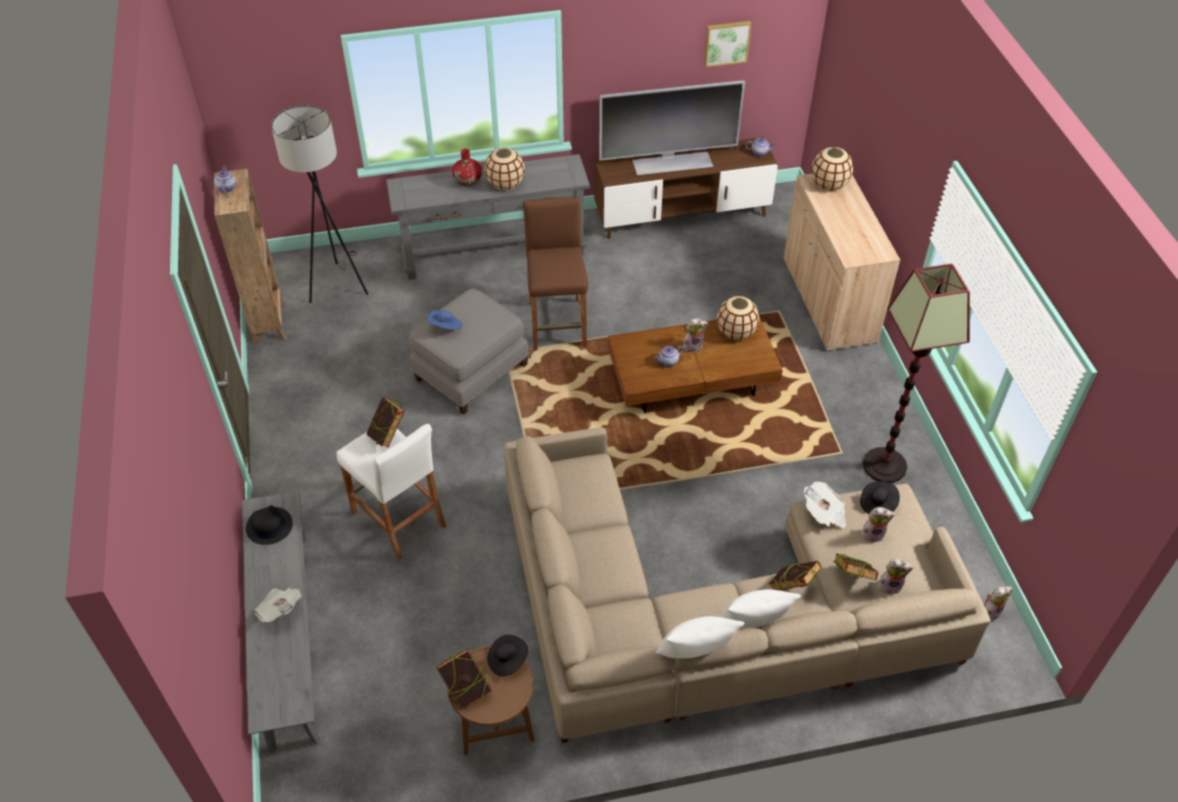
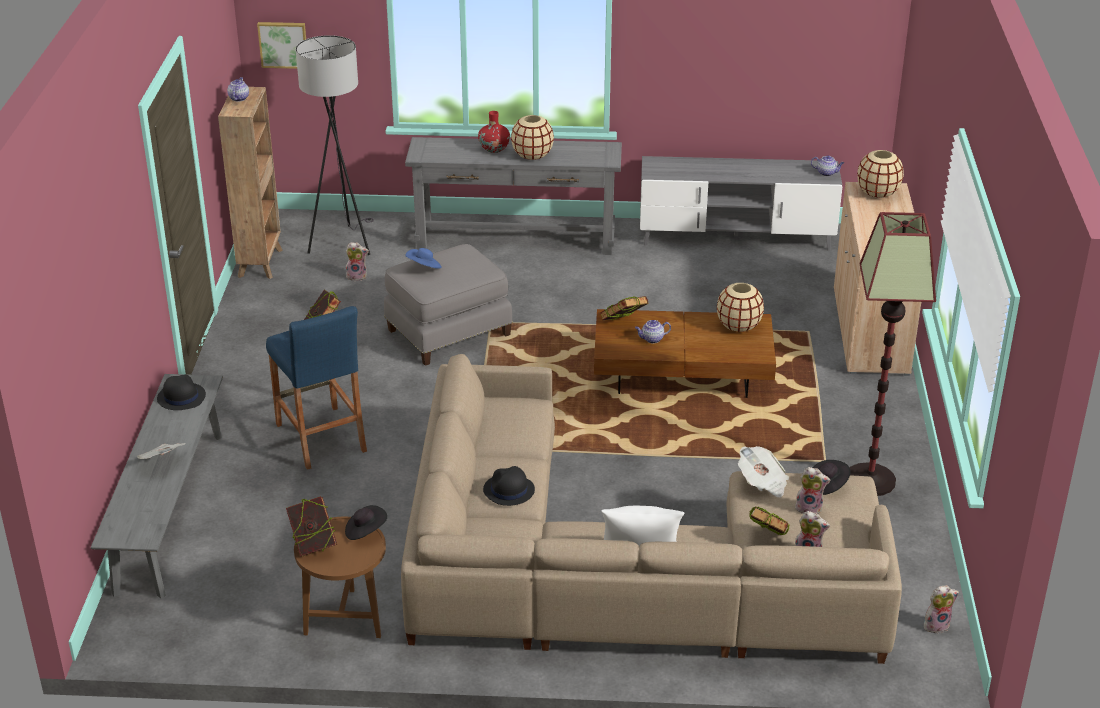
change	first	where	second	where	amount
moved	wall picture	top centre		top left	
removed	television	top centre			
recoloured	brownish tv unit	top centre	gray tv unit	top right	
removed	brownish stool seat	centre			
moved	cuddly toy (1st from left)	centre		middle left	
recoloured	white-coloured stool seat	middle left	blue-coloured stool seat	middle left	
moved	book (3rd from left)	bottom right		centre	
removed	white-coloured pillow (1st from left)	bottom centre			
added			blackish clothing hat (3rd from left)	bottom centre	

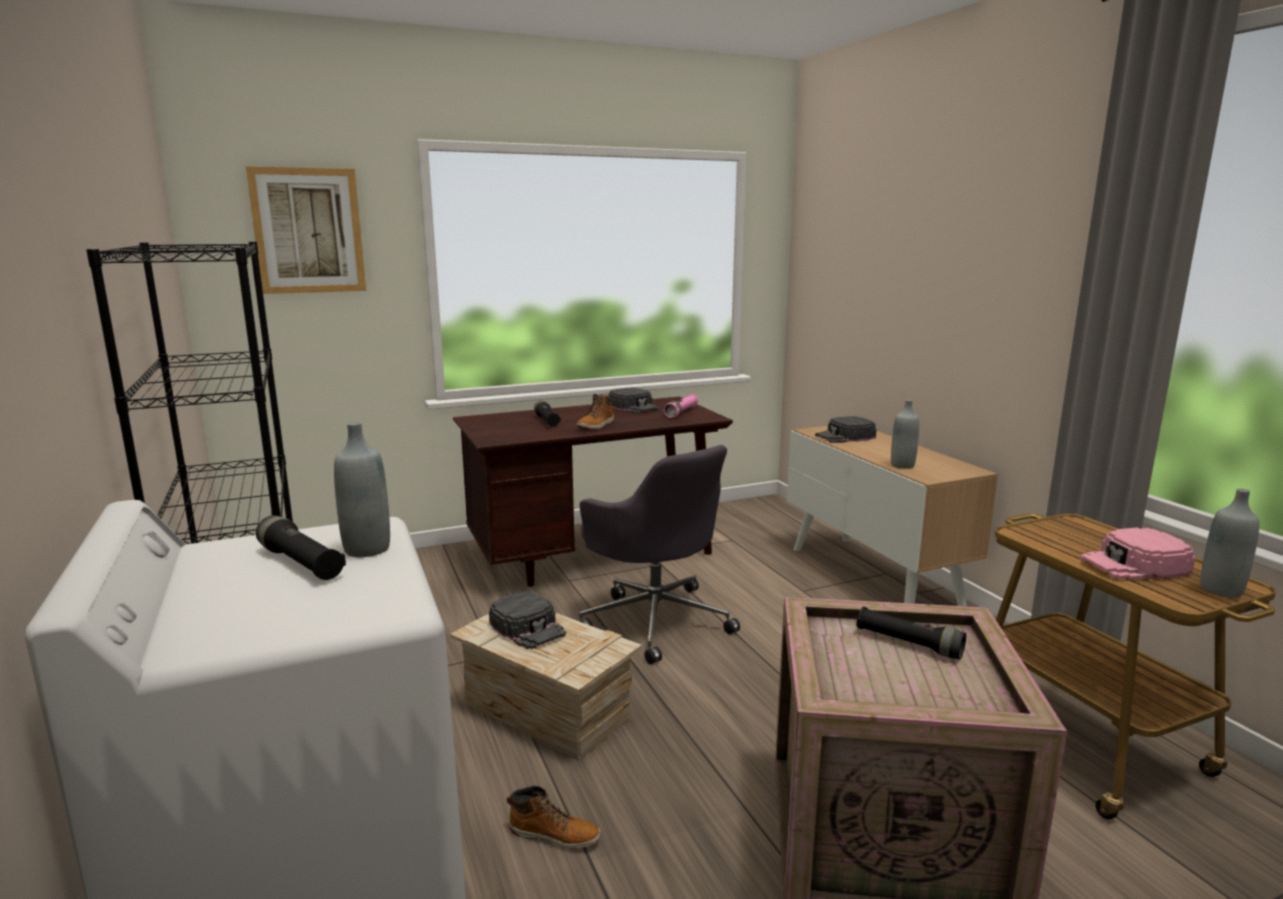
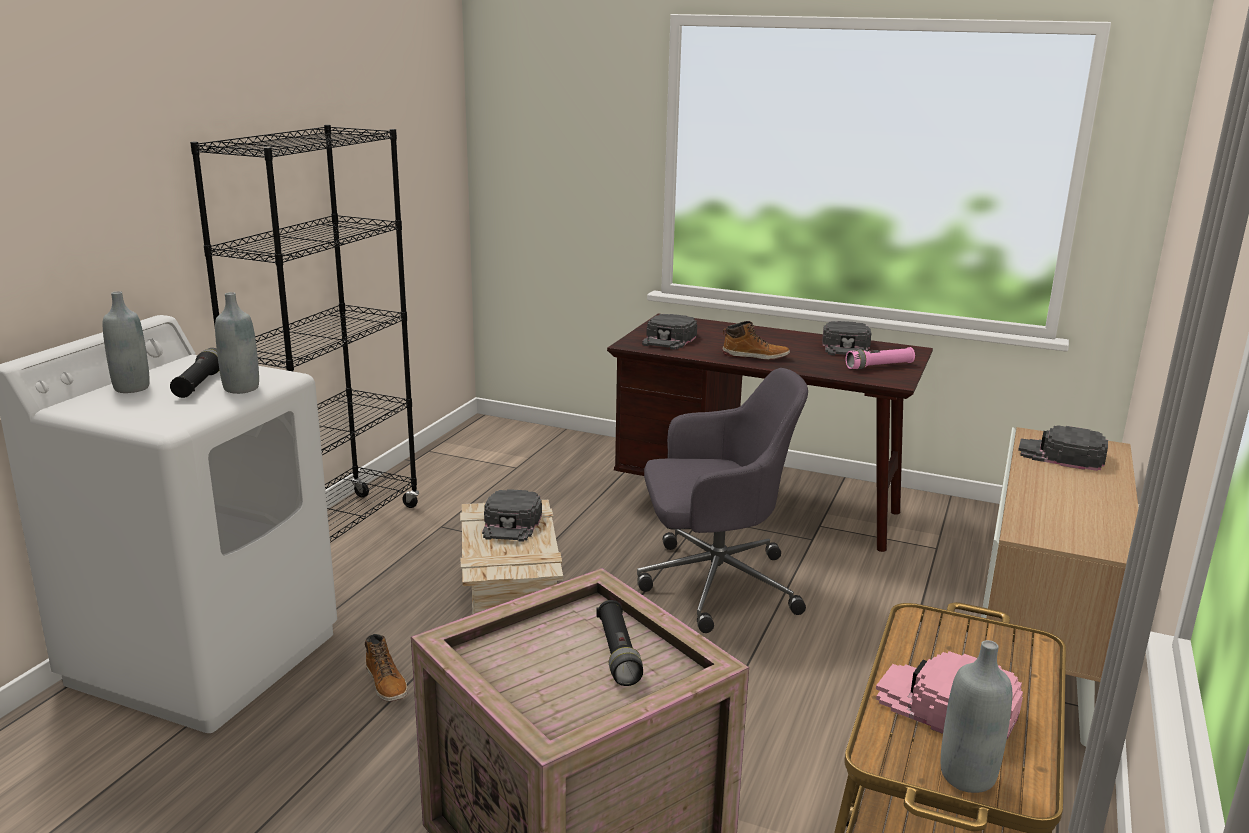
change	first	where	second	where	amount
removed	wall picture	top left			
turned	tall boot (2nd from left)	centre		centre	150 degrees counterclockwise
moved	gray drink bottle (2nd from left in the first image)	middle right	gray drink bottle (1st from left)	middle left	
removed	blackish torch (2nd from left)	centre			
turned	gray office chair	centre		centre	105 degrees counterclockwise
added			blackish baseball cap (2nd from left)	centre	

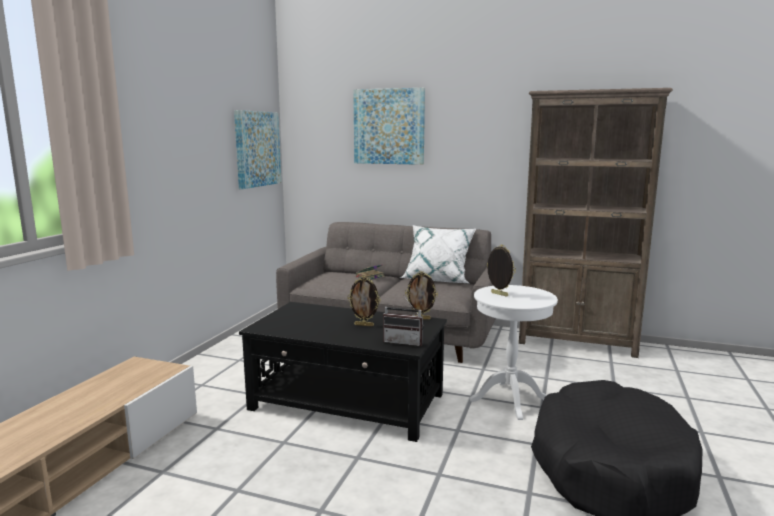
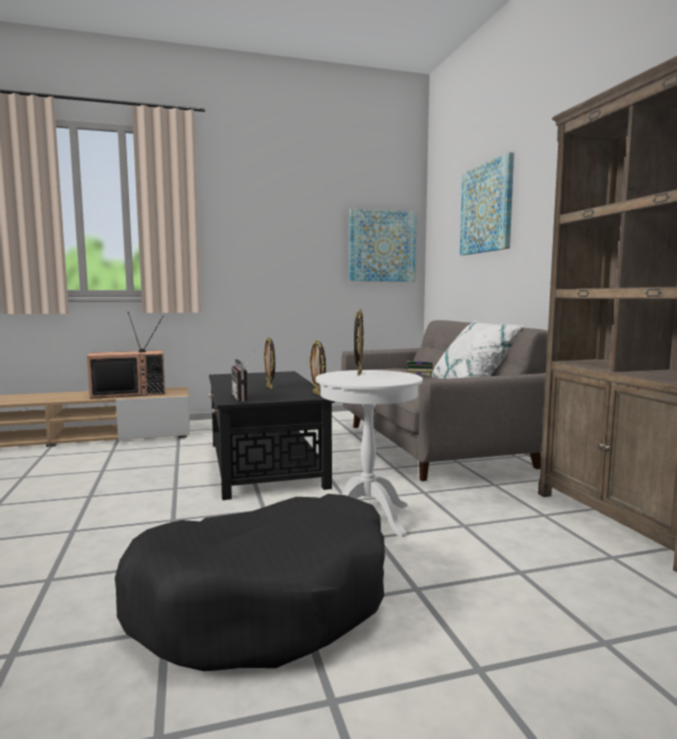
change	first	where	second	where	amount
added			television	middle left	

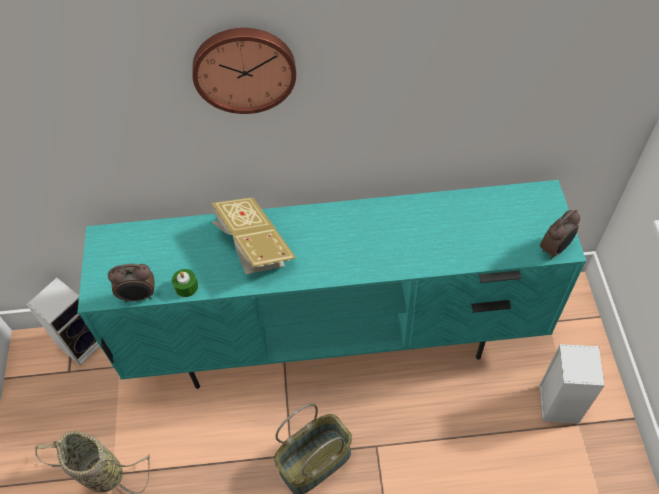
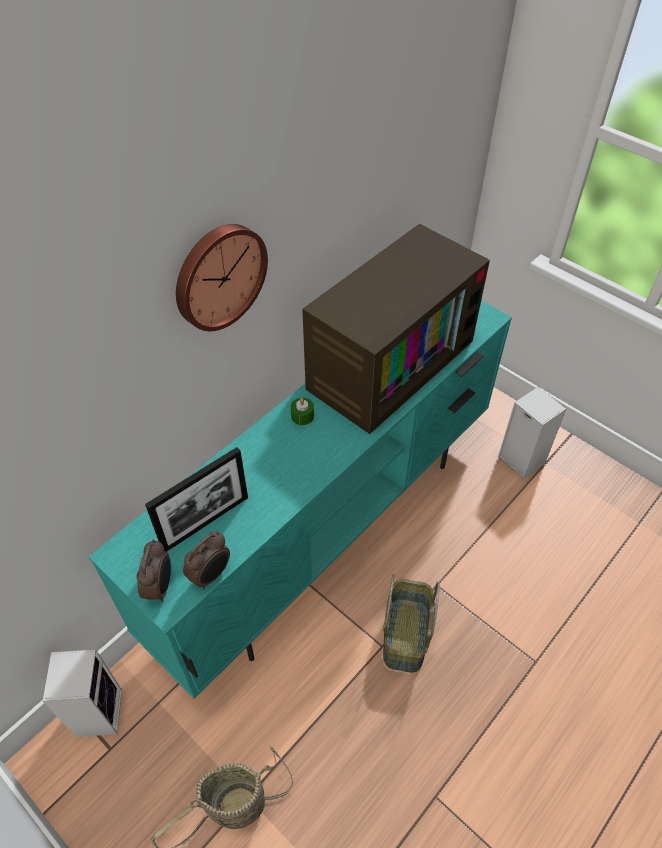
change	first	where	second	where	amount
removed	book	centre			
moved	table clock (2nd from left in the first image)	middle right	table clock (1st from left)	bottom left	
moved	green wax light	middle left		centre	
added			television	centre	
added			standing frame	middle left	

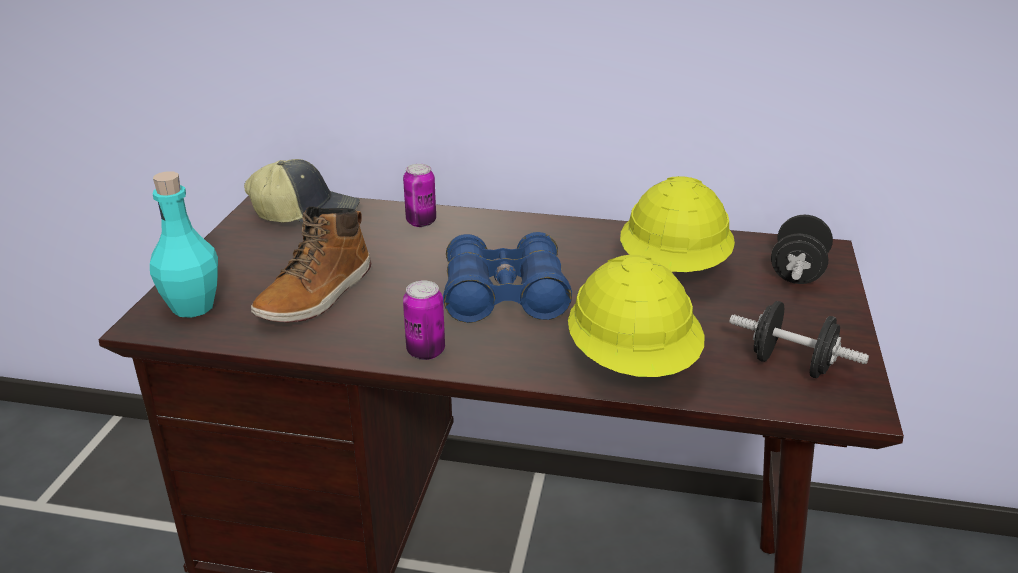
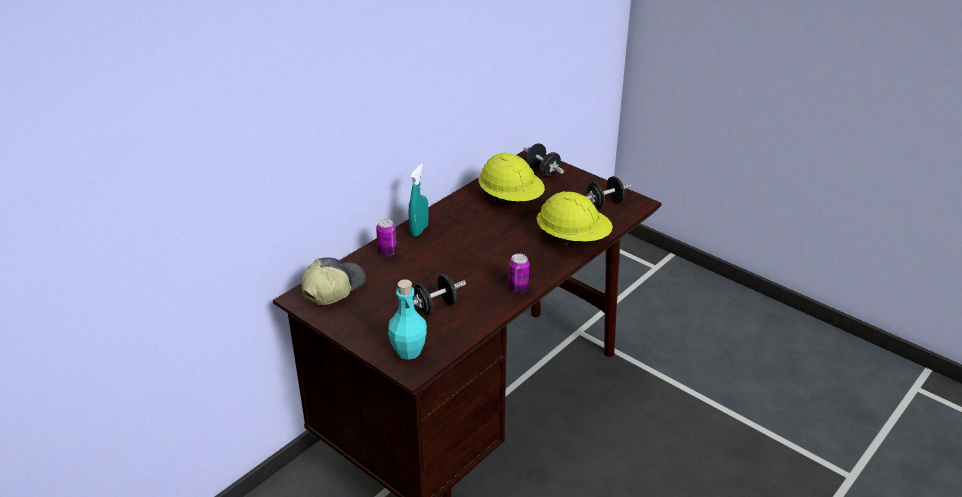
change	first	where	second	where	amount
replaced	tall boot	middle left	blackish dumbbell (1st from left)	centre	
removed	blue-coloured field glasses	centre			
added			turquoise sprayer	centre	

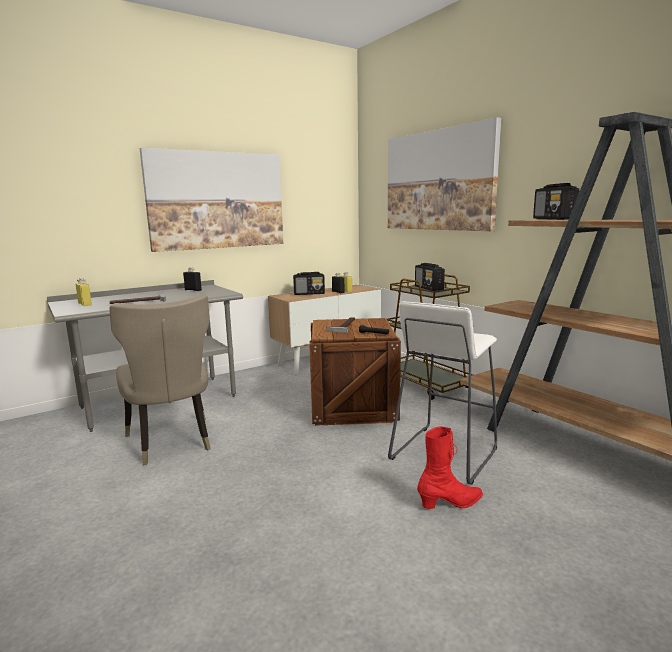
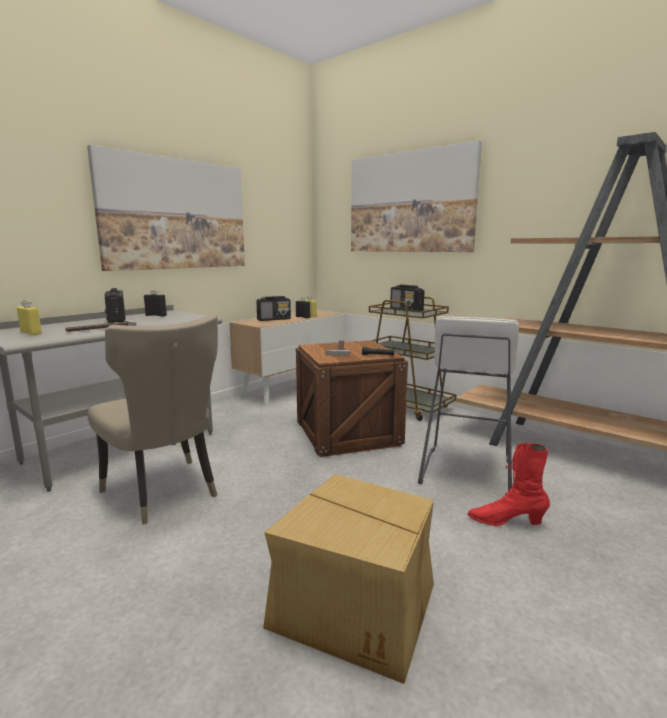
change	first	where	second	where	amount
moved	radio set (3rd from left in the first image)	top right	radio set (1st from left)	middle left	
turned	red-coloured tall boot	bottom right		bottom right	135 degrees counterclockwise
added			packing box	bottom centre	

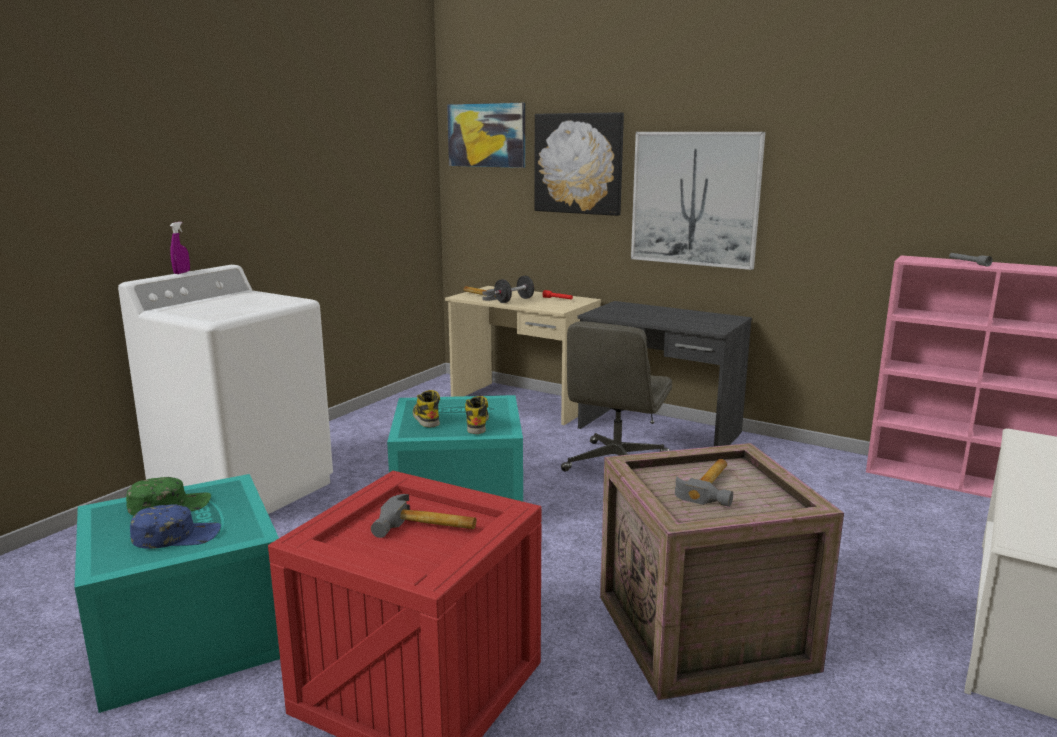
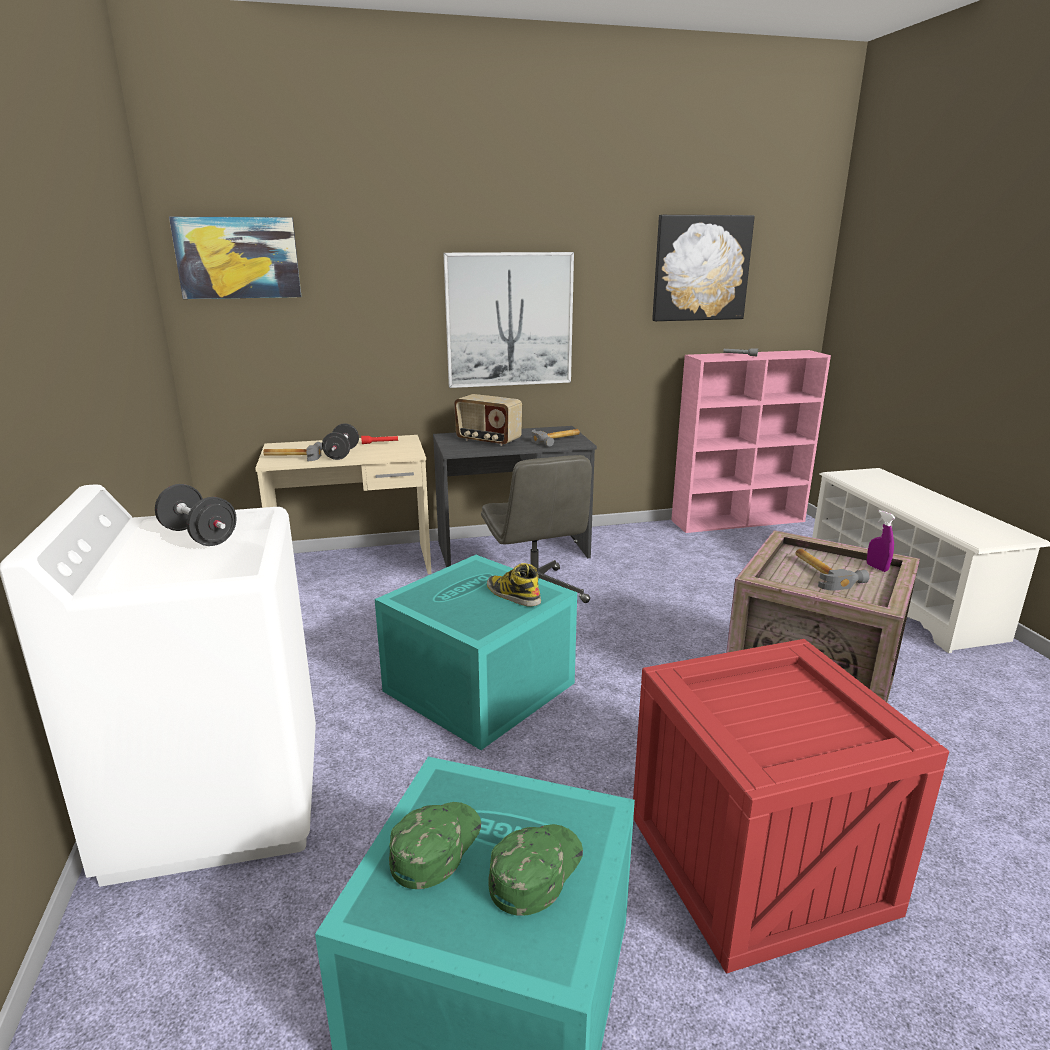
change	first	where	second	where	amount
moved	wall picture (2nd from left in the first image)	top centre	wall picture (3rd from left)	top right	
moved	purple-coloured sprayer	middle left		middle right	
removed	tall boot (1st from left)	centre			
moved	hammer (1st from left in the first image)	bottom centre	hammer (2nd from left)	centre	
recoloured	blue-coloured baseball cap	bottom left	green baseball cap (2nd from left)	bottom centre	
added			radio set	centre	
added			blackish dumbbell (1st from left)	middle left	

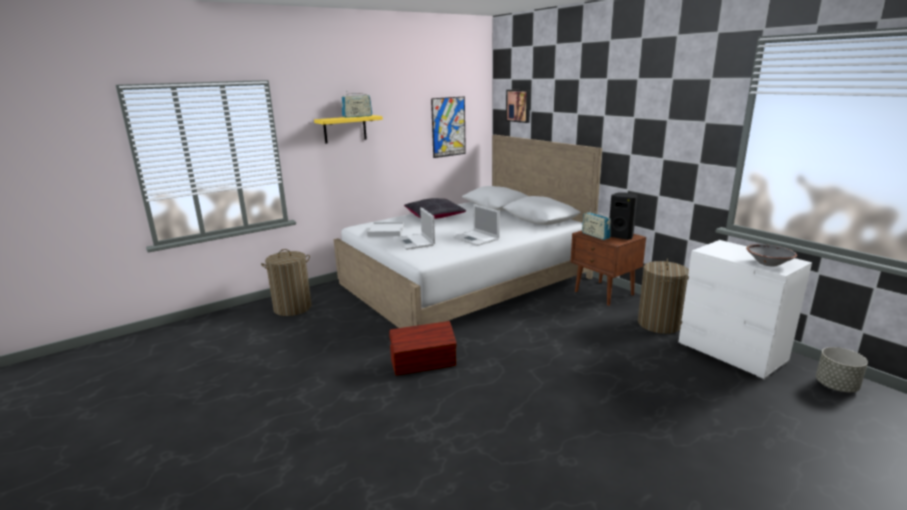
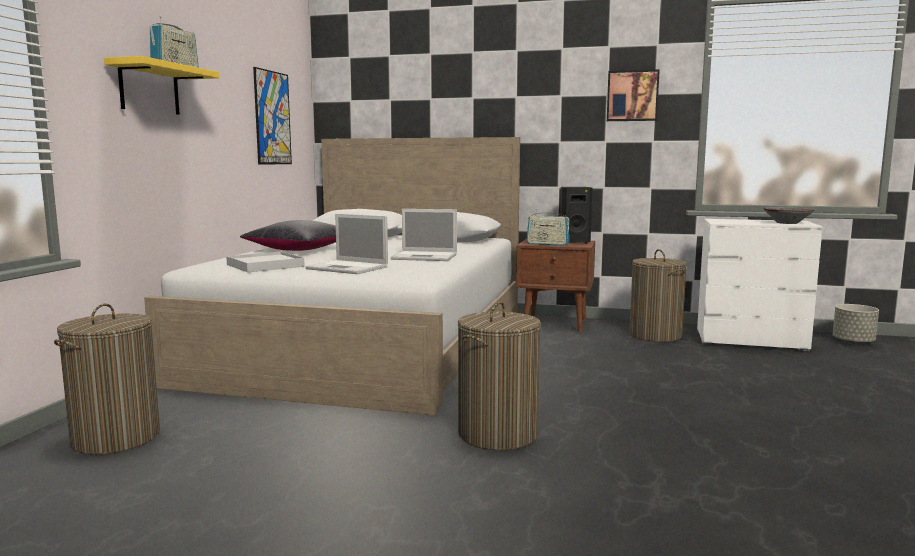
change	first	where	second	where	amount
moved	wall picture (2nd from left)	top centre		top right	
replaced	brownish storage container	bottom centre	laundry basket (2nd from left)	bottom centre	

